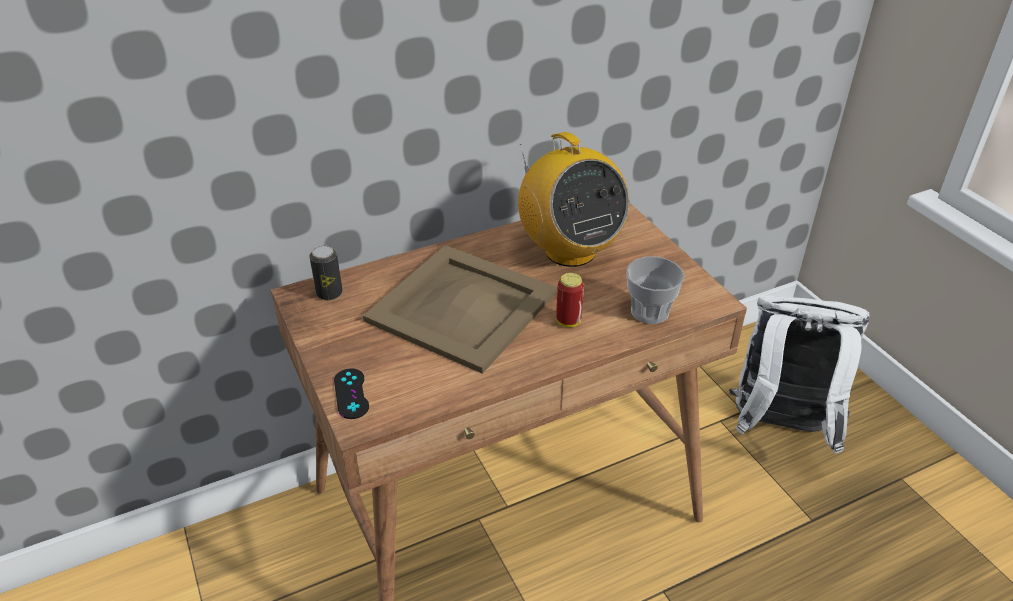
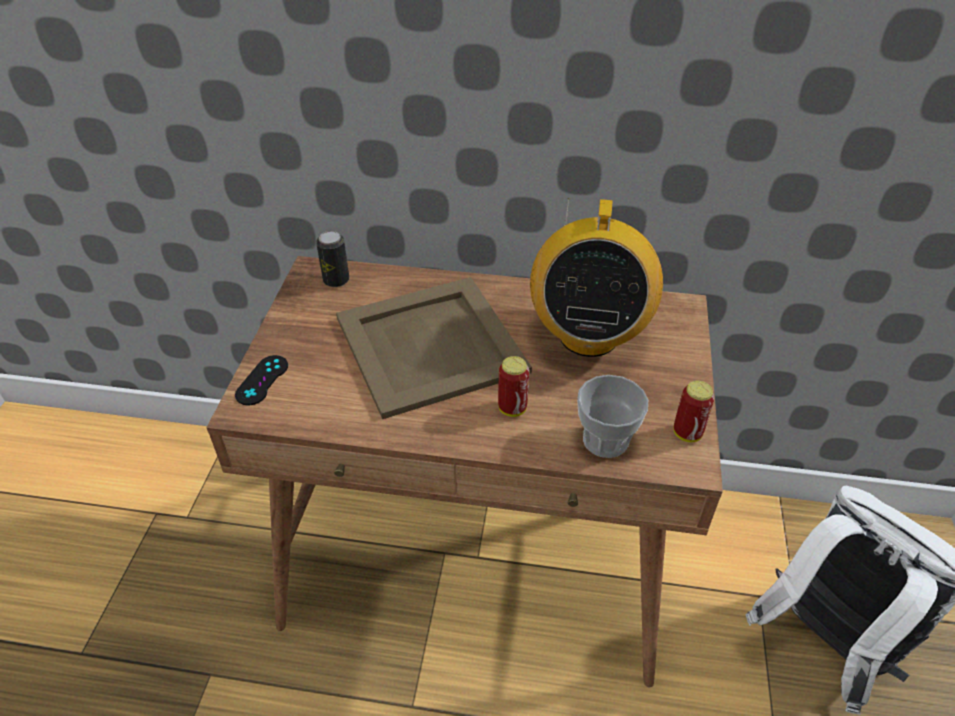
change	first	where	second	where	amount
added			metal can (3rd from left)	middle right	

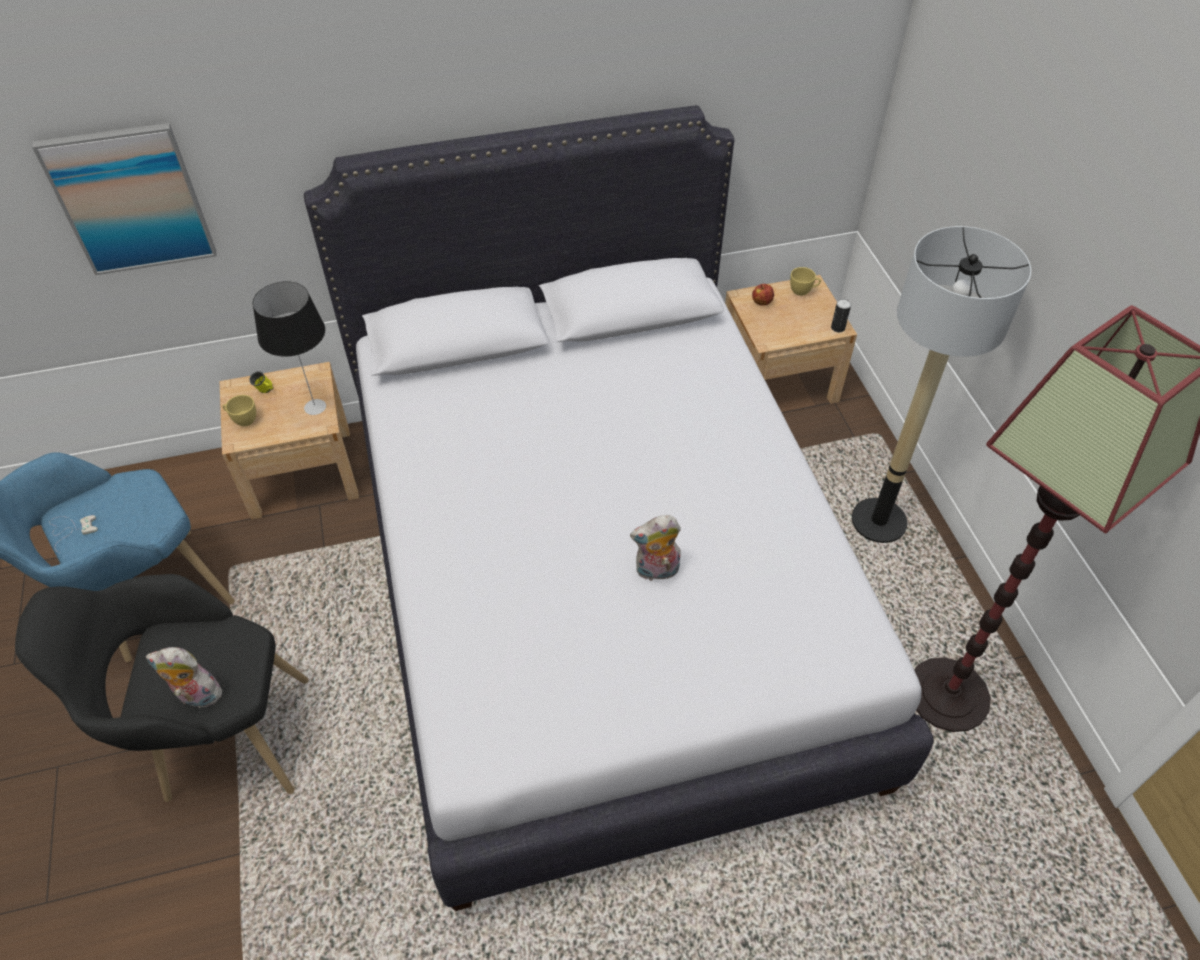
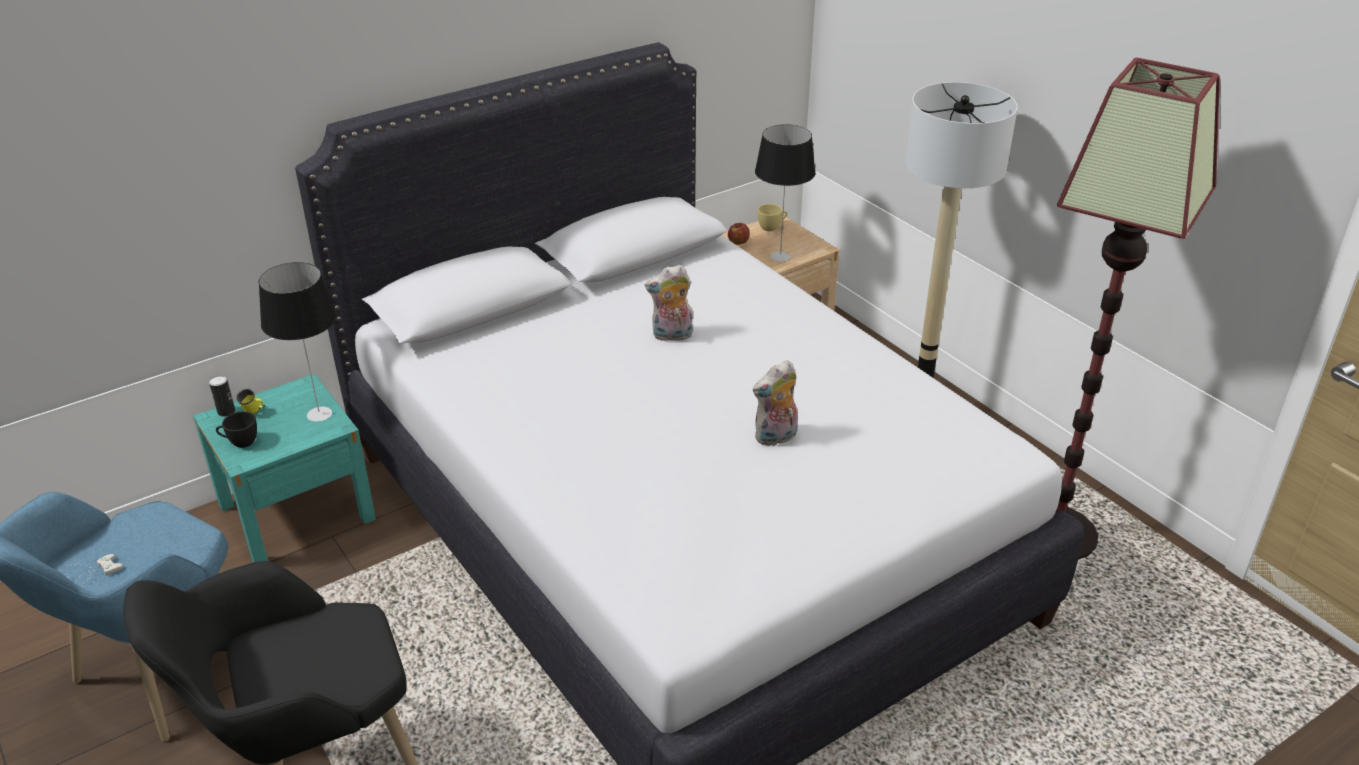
change	first	where	second	where	amount
removed	wall picture	top left			
moved	metal can	top right		middle left	
recoloured	beige-coloured bedside table (1st from left)	middle left	turquoise bedside table	middle left	
recoloured	yellow small cup (1st from left)	middle left	blackish small cup	middle left	
moved	cuddly toy (1st from left)	bottom left		centre	
added			tabletop lamp (2nd from left)	top centre	

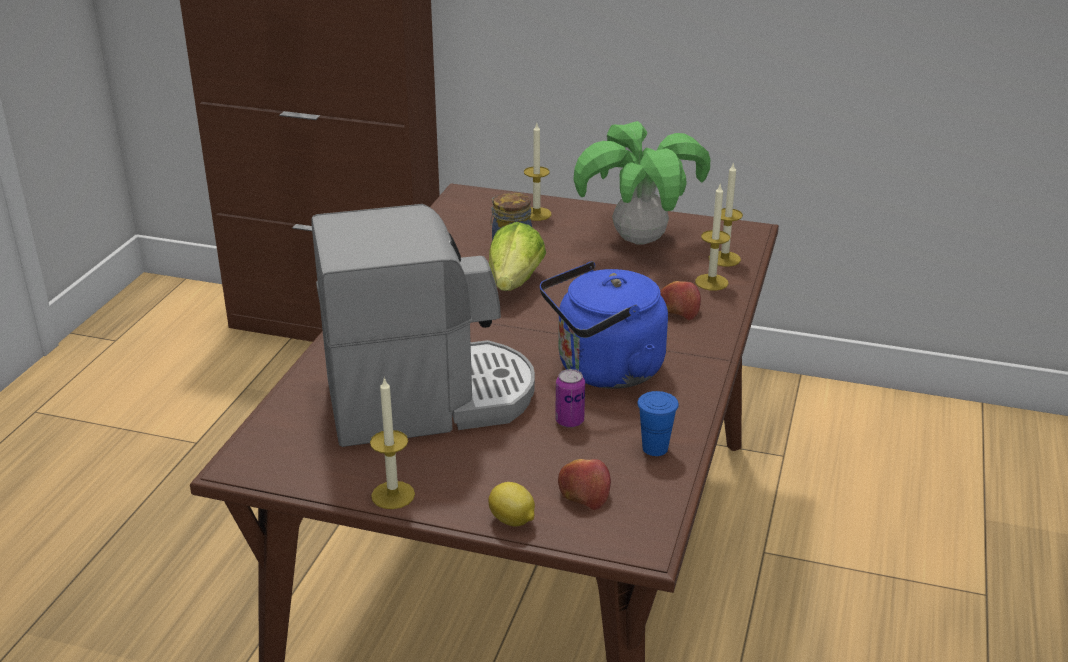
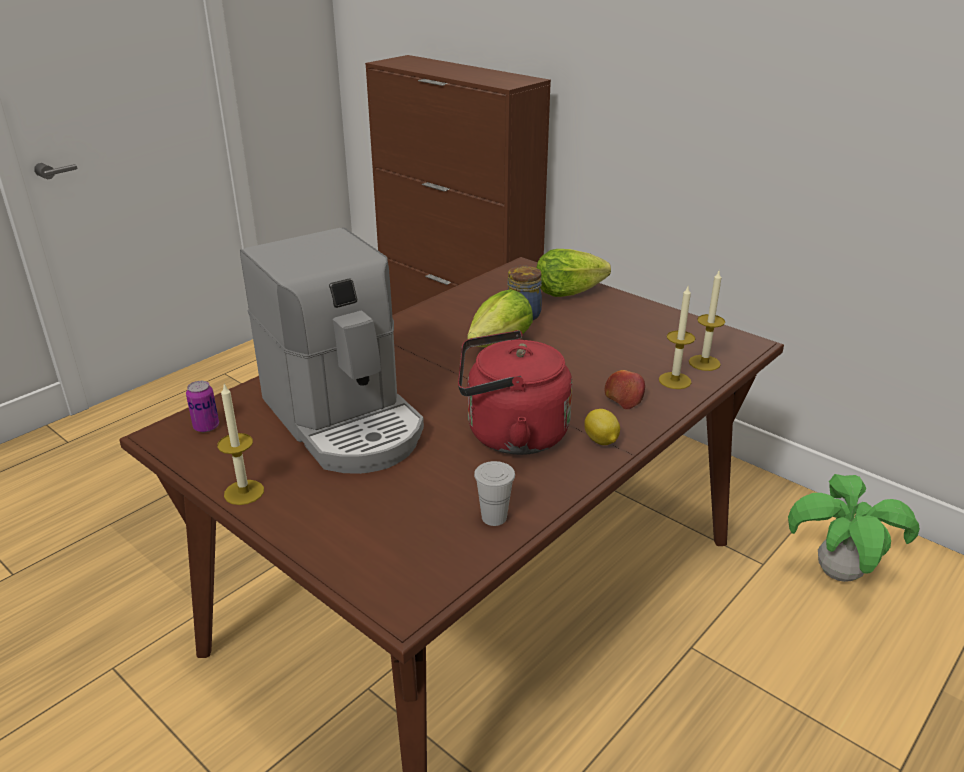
change	first	where	second	where	amount
moved	houseplant	top centre		bottom right	
replaced	wax light (2nd from left)	top centre	head of lettuce (2nd from left)	centre	
turned	coffee brewer	centre		centre	45 degrees clockwise
recoloured	blue-coloured tea kettle	centre	red-coloured tea kettle	centre	
moved	metal can	centre		middle left	
recoloured	blue-coloured small cup	centre	white-coloured small cup	centre	
removed	apple (1st from left)	bottom centre			
moved	lemon	bottom centre		centre	

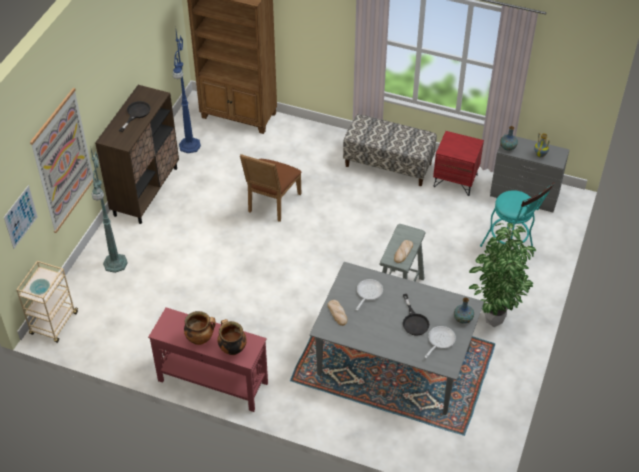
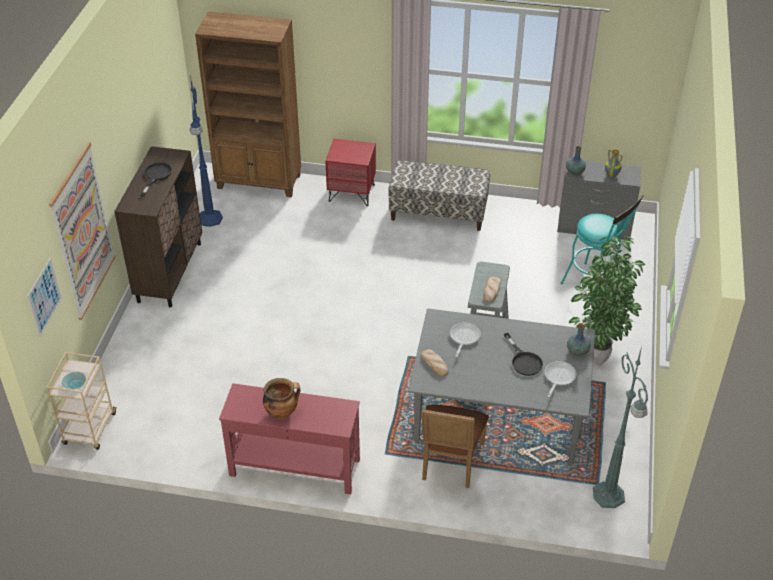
change	first	where	second	where	amount
moved	red-coloured bedside table	middle right		top centre	
moved	green standard lamp	middle left		bottom right	
moved	brownish chair	centre		bottom centre	
removed	saucepot (2nd from left)	bottom centre			

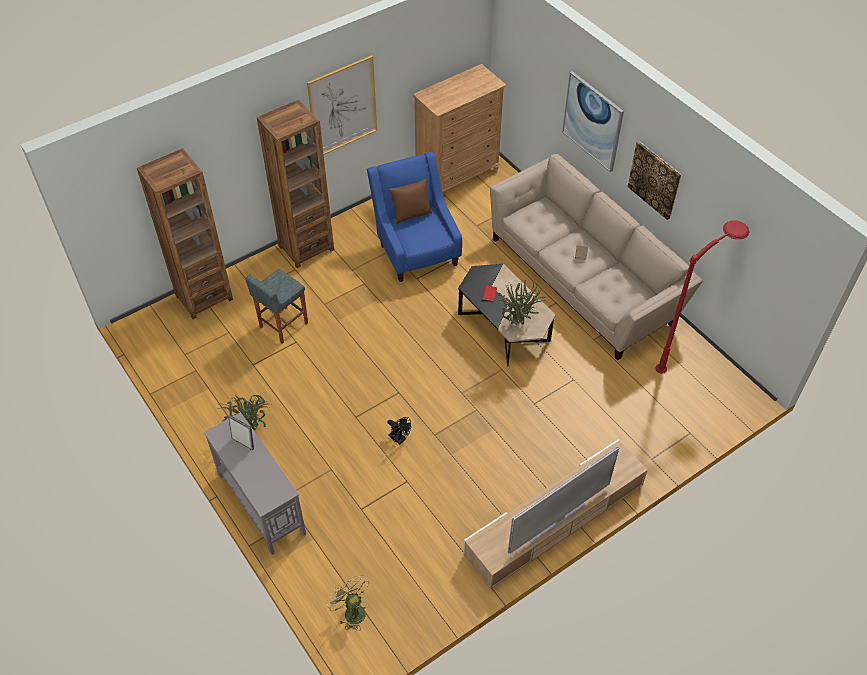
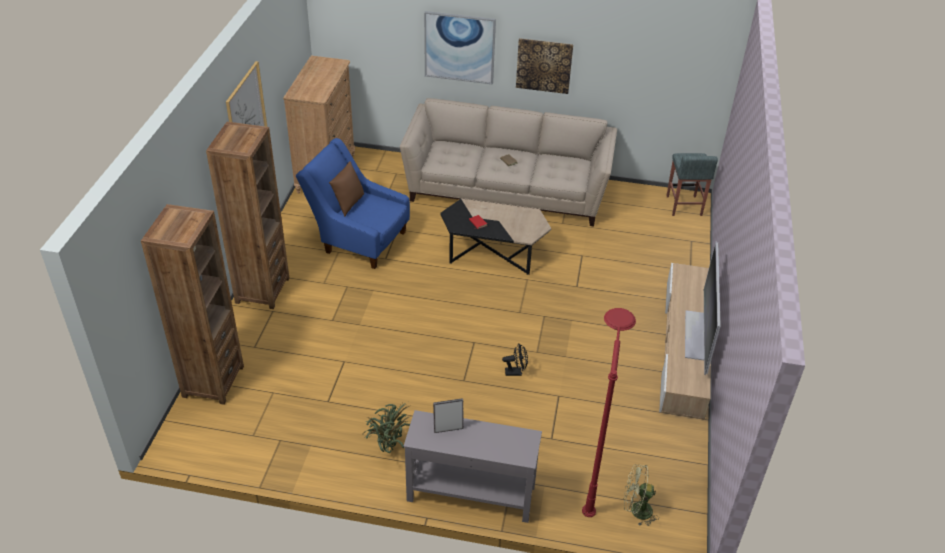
change	first	where	second	where	amount
moved	red-coloured standard lamp	middle right		bottom centre	
moved	gray stool seat	middle left		top right	
removed	houseplant (2nd from left)	centre			

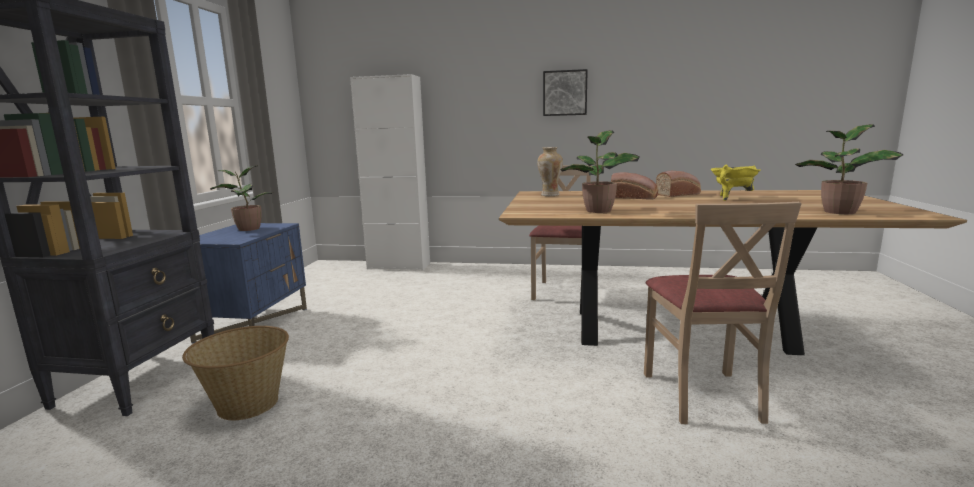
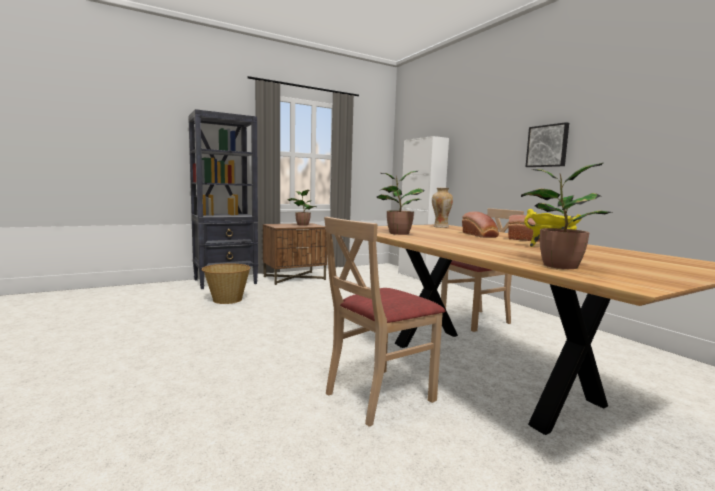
change	first	where	second	where	amount
recoloured	blue-coloured bedside table	middle left	brownish bedside table	centre	

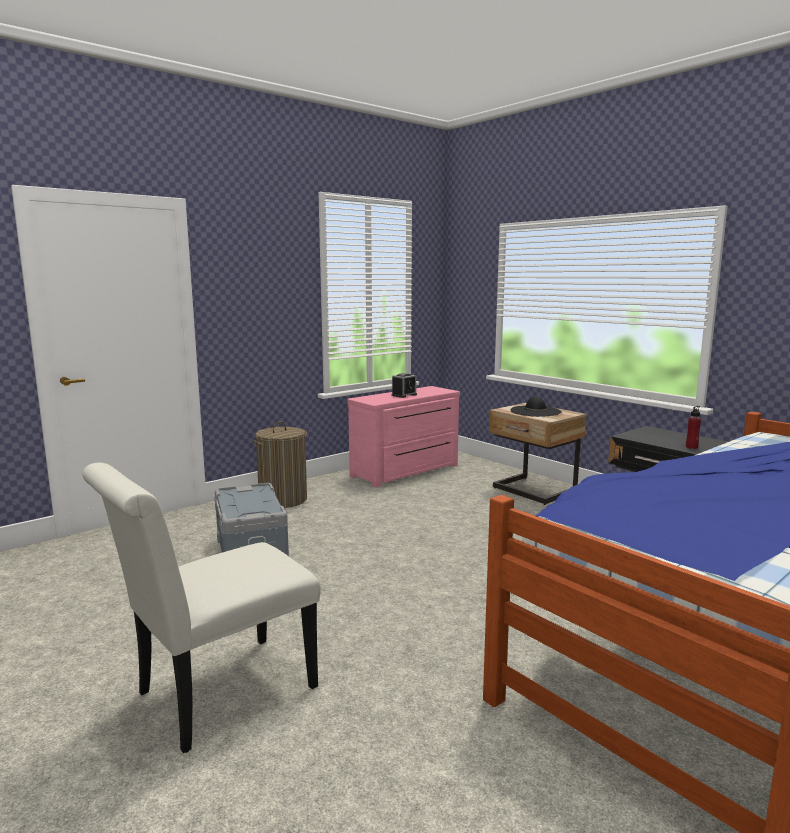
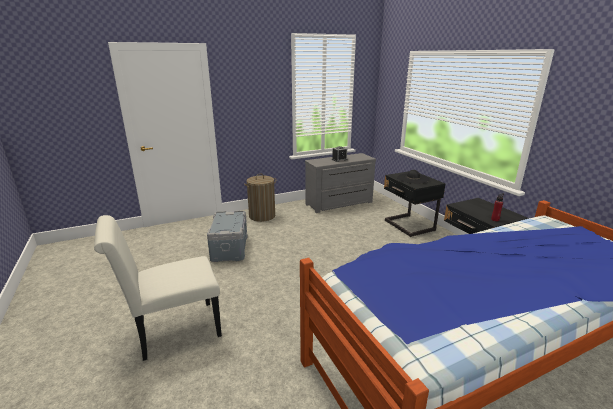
change	first	where	second	where	amount
recoloured	pink-coloured dresser	centre	gray dresser	centre	
recoloured	beige-coloured bedside table	middle right	blackish bedside table (1st from left)	middle right	

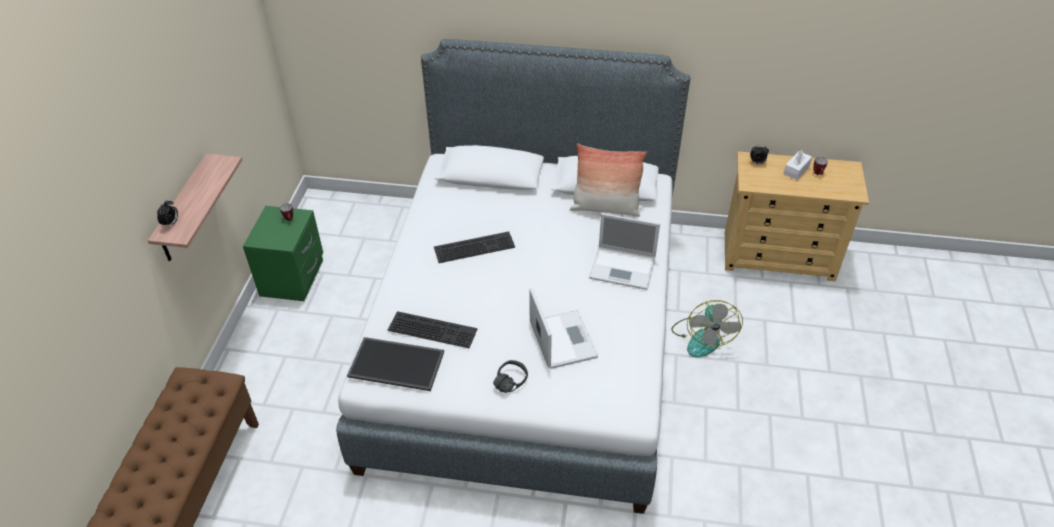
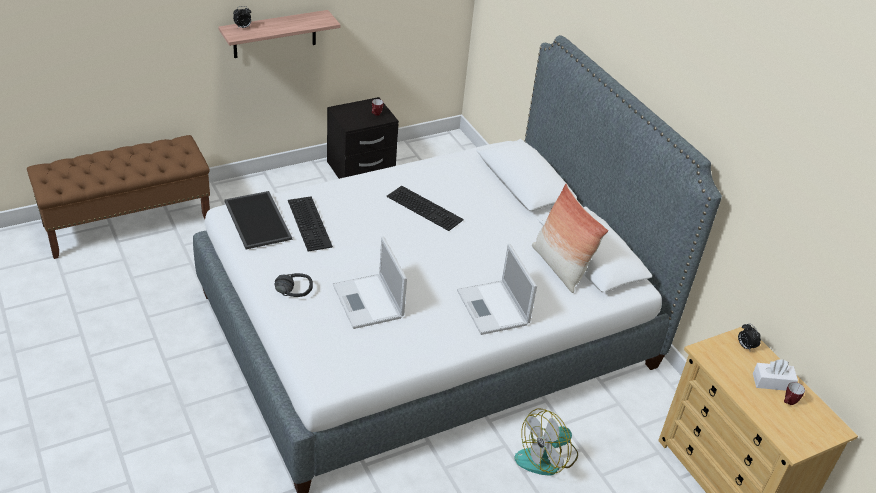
change	first	where	second	where	amount
recoloured	green bedside table	middle left	blackish bedside table	top centre	
turned	notebook computer (1st from left)	centre		centre	120 degrees clockwise

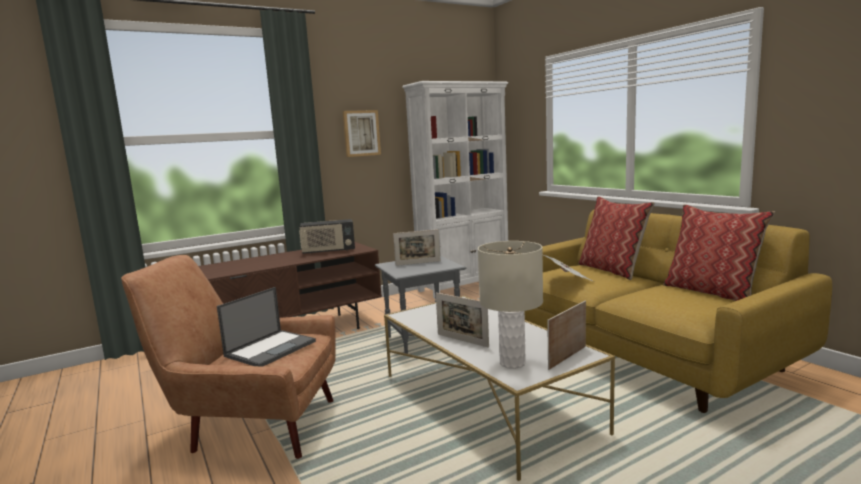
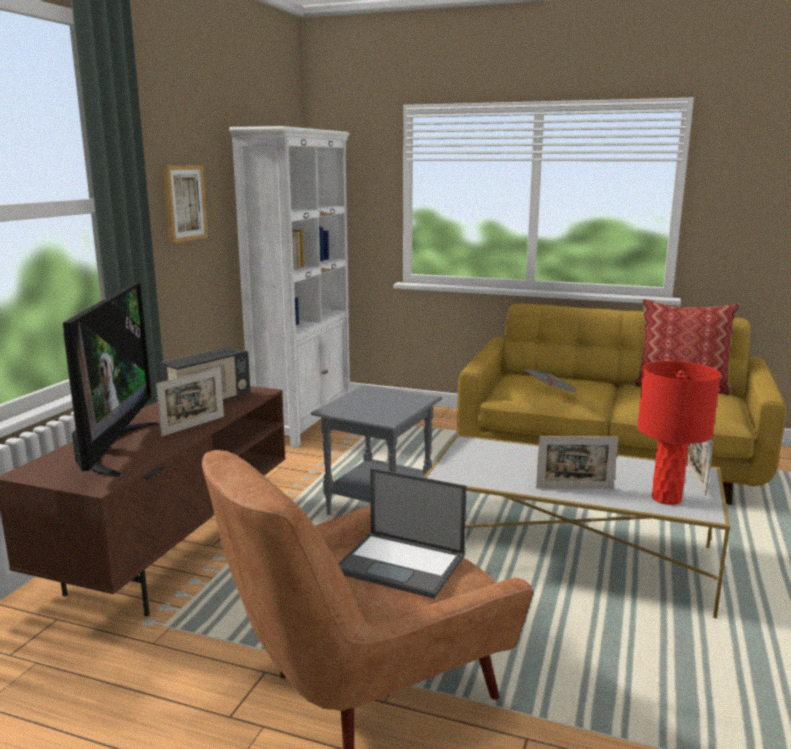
change	first	where	second	where	amount
removed	pillow (1st from left)	middle right			
moved	standing frame (1st from left)	centre		middle left	
recoloured	beige-coloured tabletop lamp	centre	red-coloured tabletop lamp	middle right	
turned	notebook computer	bottom left		bottom centre	120 degrees clockwise
added			television	middle left	

